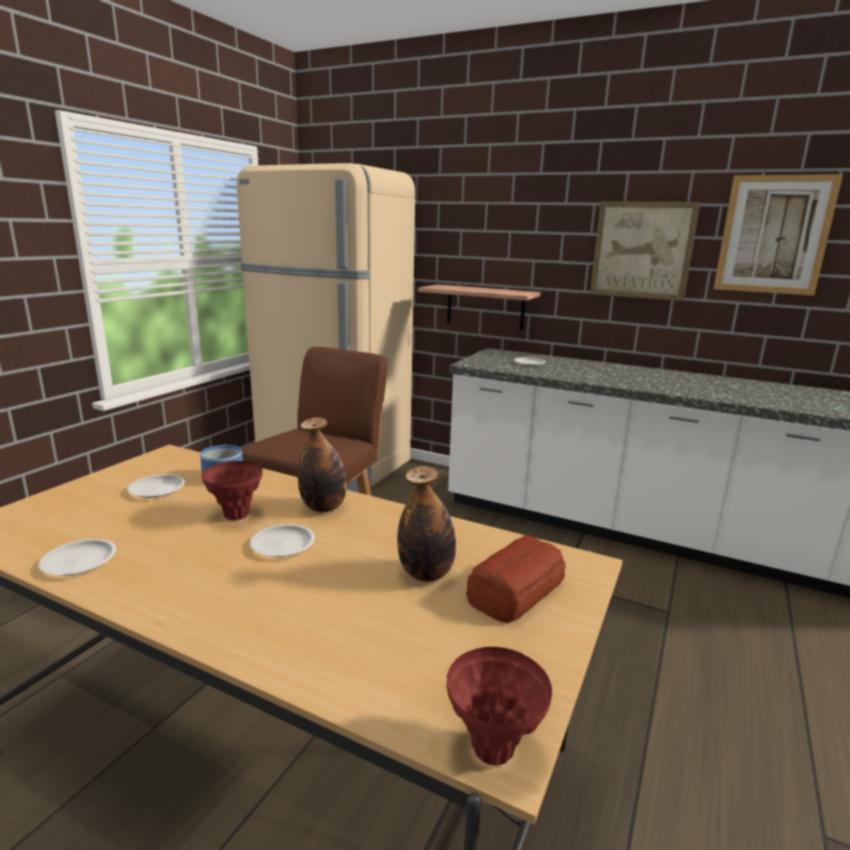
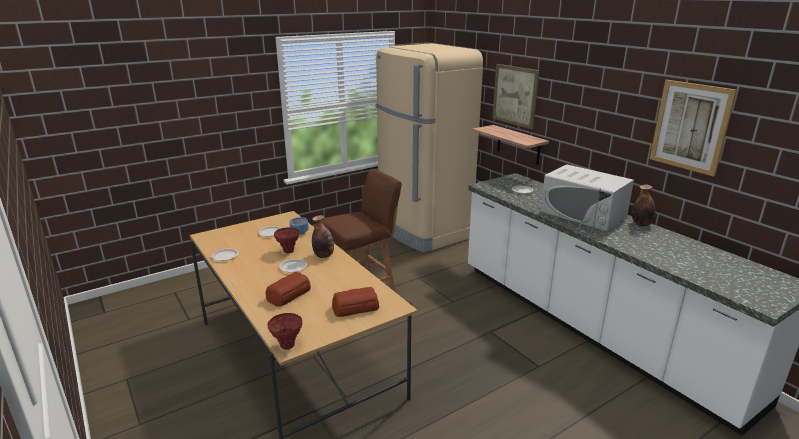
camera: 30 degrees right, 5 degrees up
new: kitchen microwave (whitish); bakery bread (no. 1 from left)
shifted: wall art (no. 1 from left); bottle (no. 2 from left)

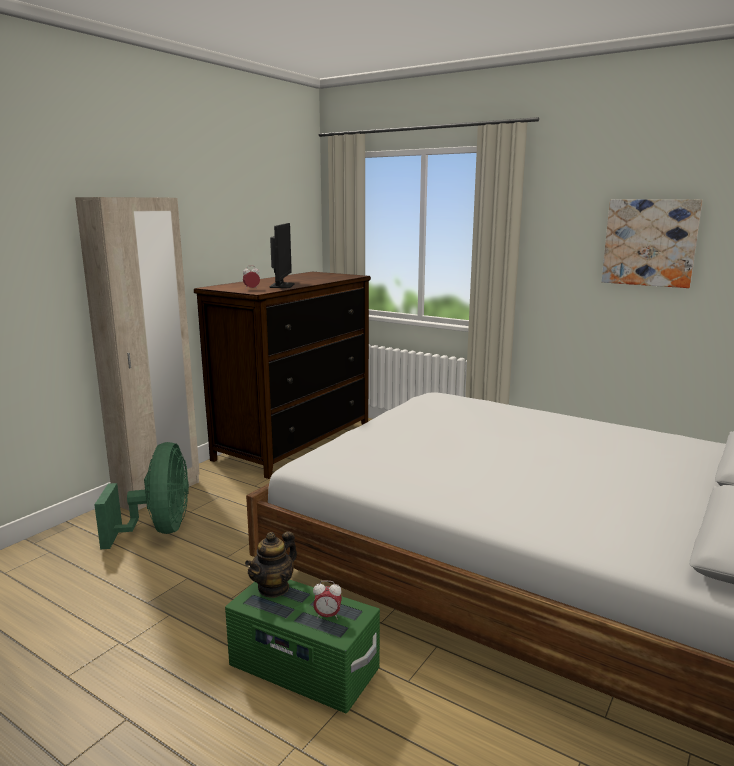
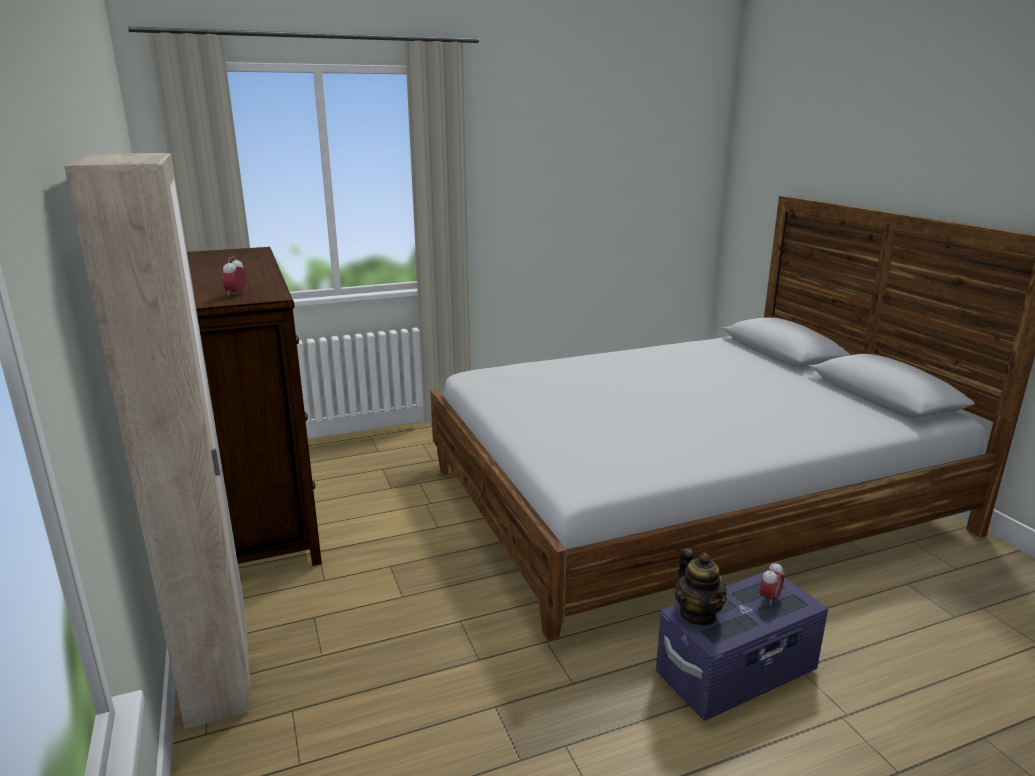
camera: 55 degrees left, 5 degrees up
gone: wall art; computer display; cooling fan (green-coloured)
repainted: storage bin (green-coloured) to storage bin (purple-coloured)

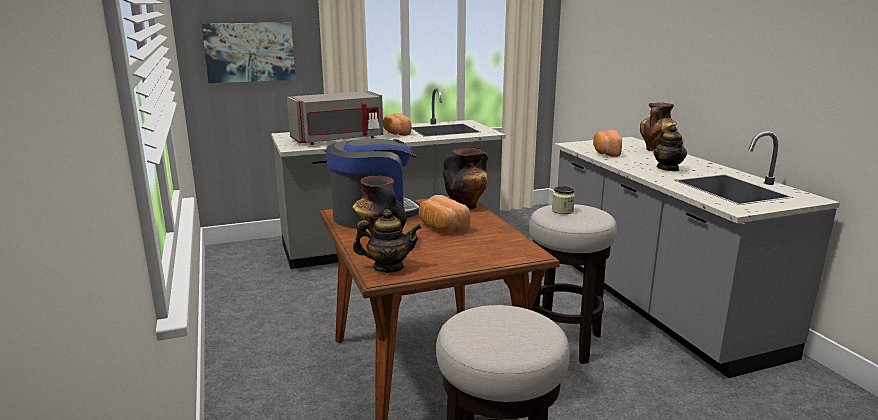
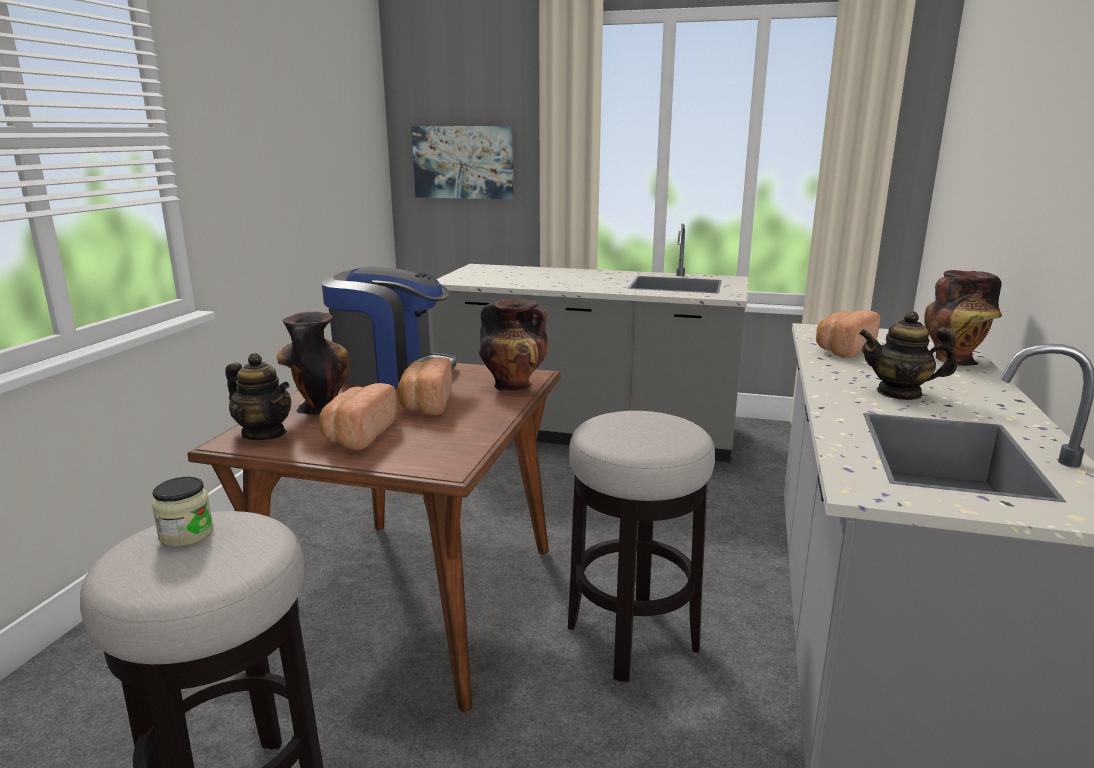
camera: 35 degrees right, 0 degrees up
gone: kitchen microwave (grey)
shifted: bakery bread (no. 1 from left); jar
rotated: teapot (no. 2 from left) 75 degrees clockwise

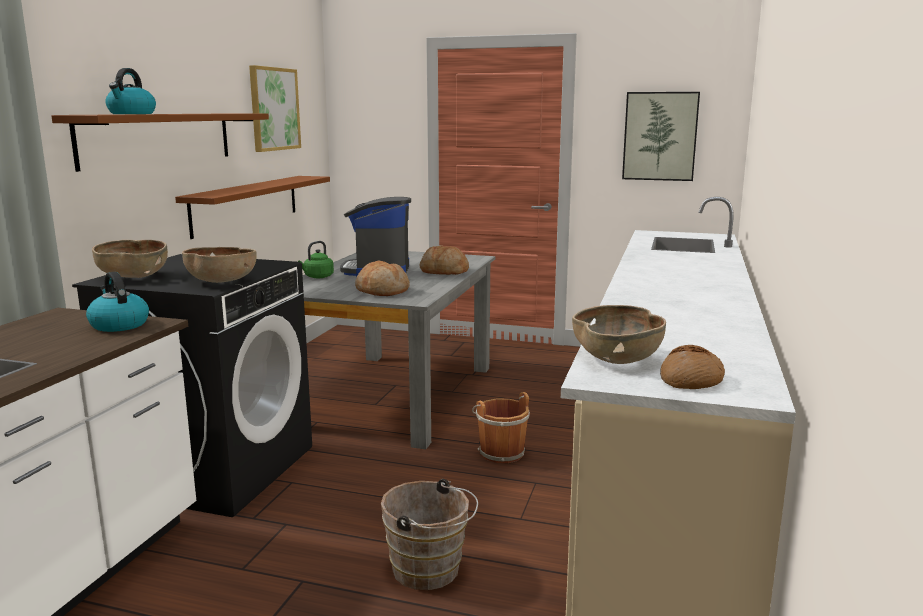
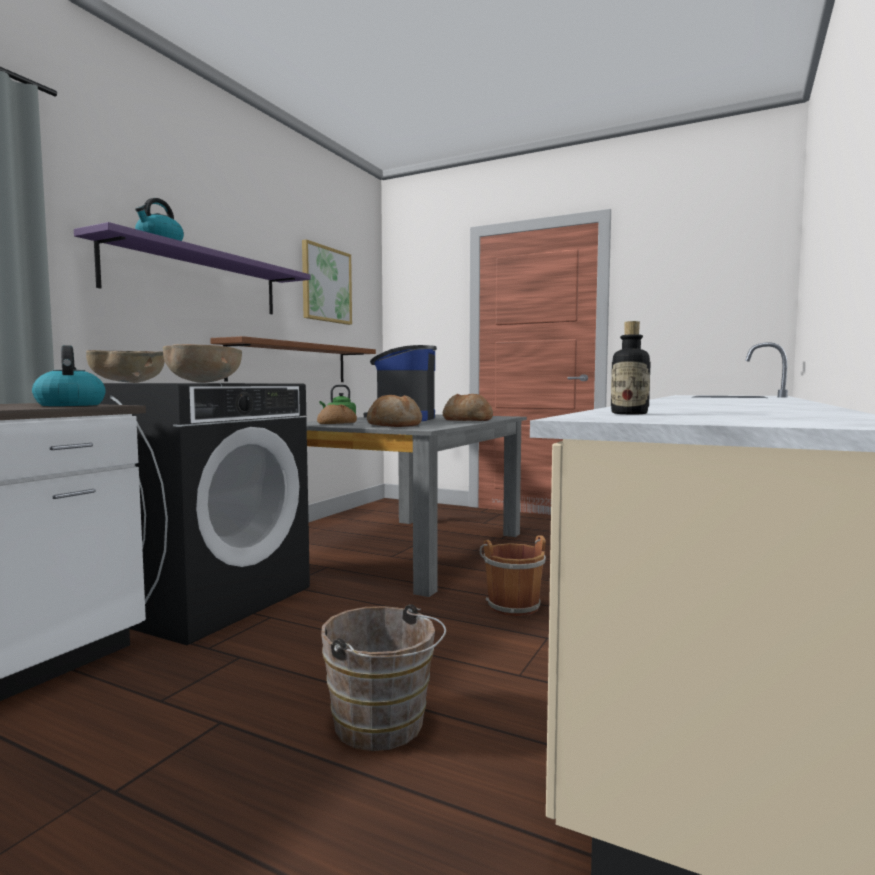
camera: 10 degrees right, 10 degrees down
gone: wall art (no. 2 from left)
shifted: bakery bread (no. 3 from left in the first image) to bakery bread (no. 1 from left)
swapped: deep dish (brownish) (no. 3 from left) to bottle
repainted: wall shelf (brownish) (no. 1 from left) to wall shelf (purple-coloured)

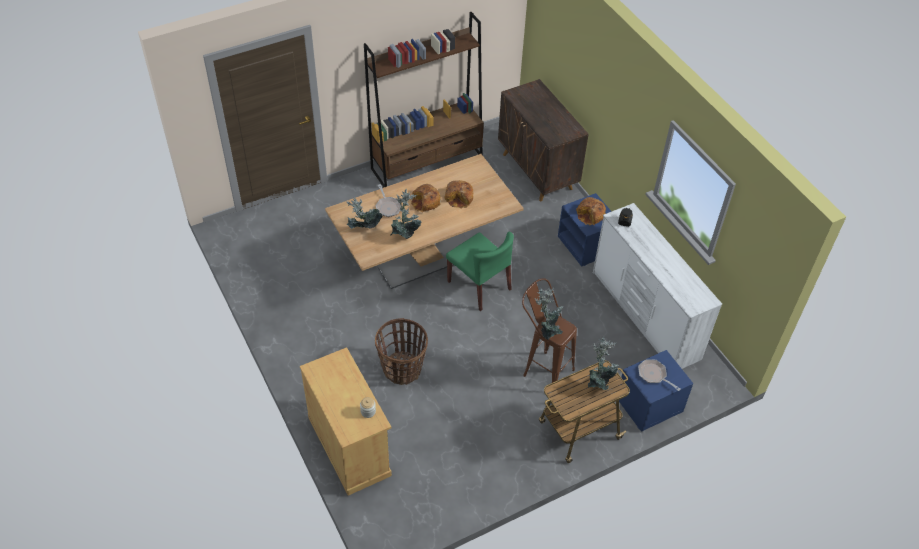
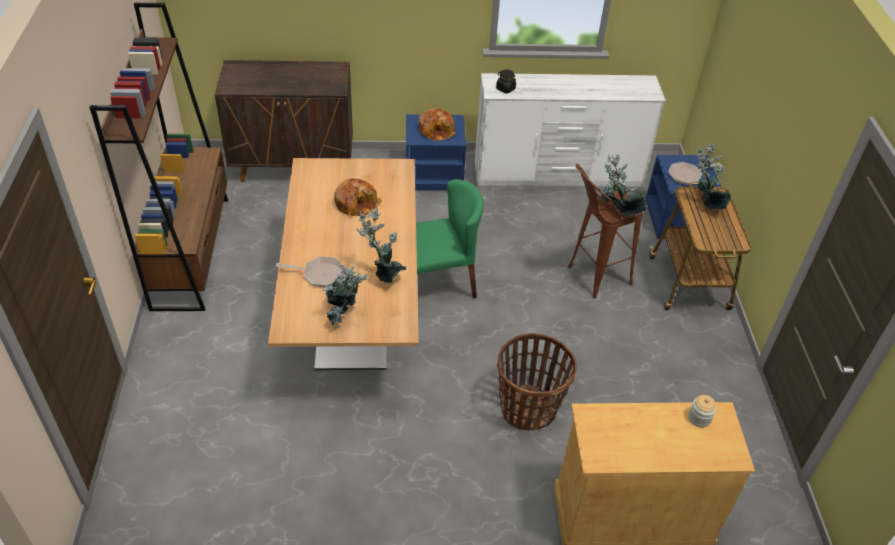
camera: 65 degrees left, 5 degrees down
gone: bakery bread (no. 1 from left)

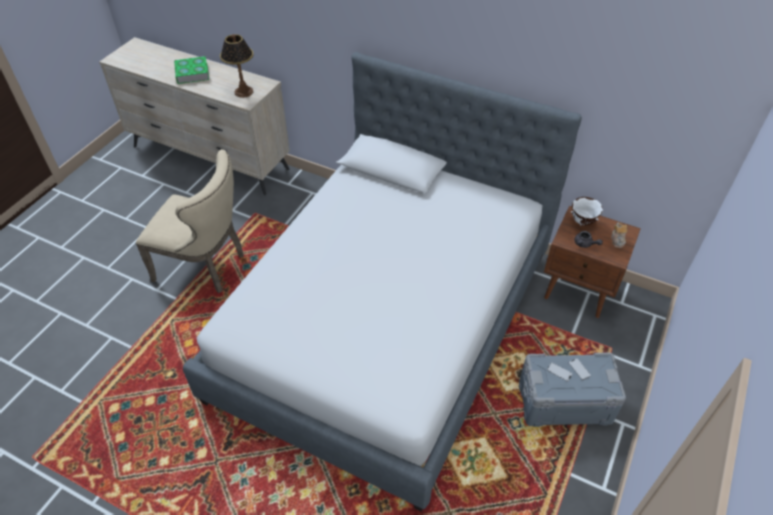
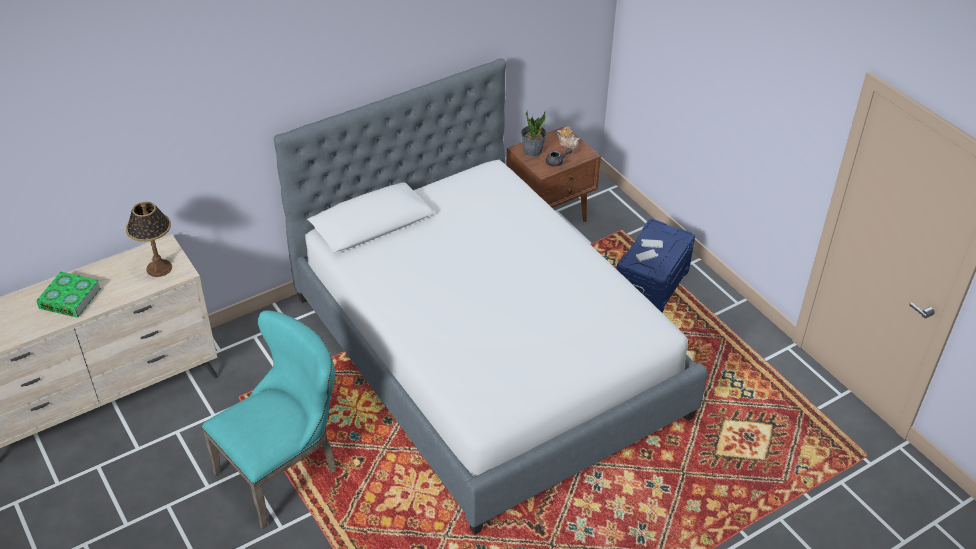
camera: 60 degrees left, 5 degrees down
swapped: deep dish (whitish) to potted plant
repainted: plain chair (beige) to plain chair (turquoise); storage bin (grey) to storage bin (bluish)

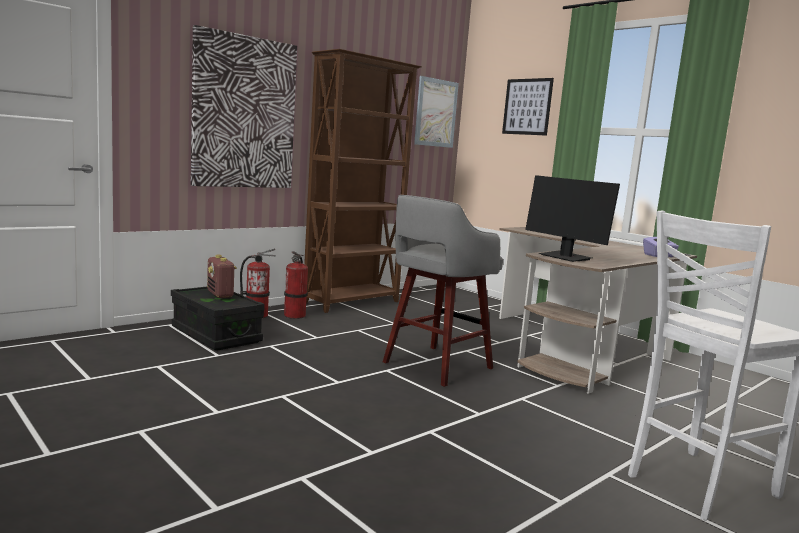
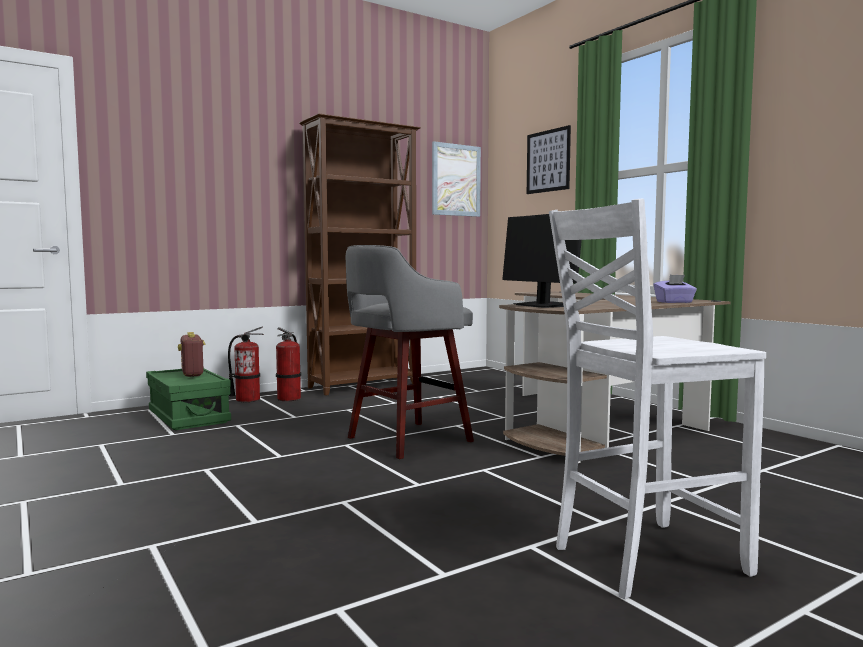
camera: 10 degrees right, 5 degrees down
gone: wall art (no. 1 from left)
repainted: storage bin (black) to storage bin (green-coloured)

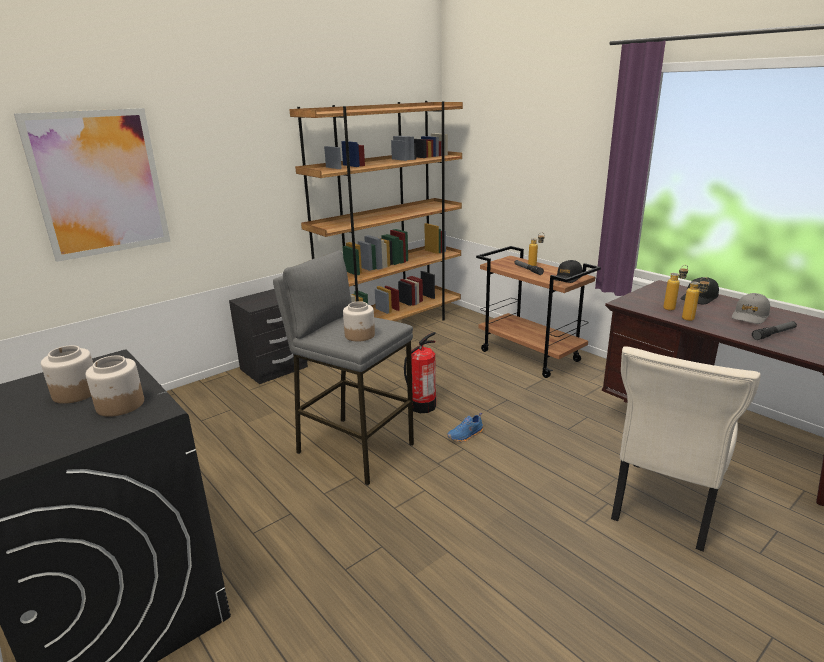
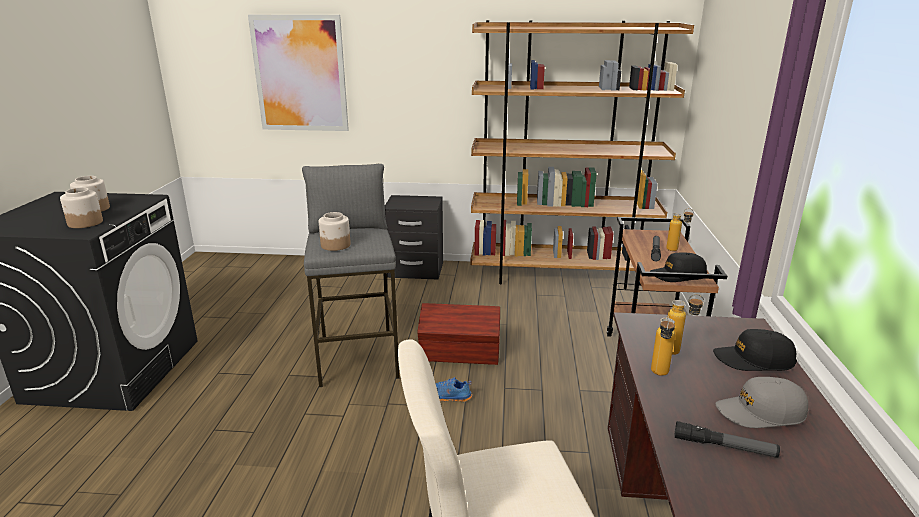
camera: 45 degrees right, 0 degrees up
swapped: fire extinguisher to storage bin (brownish)

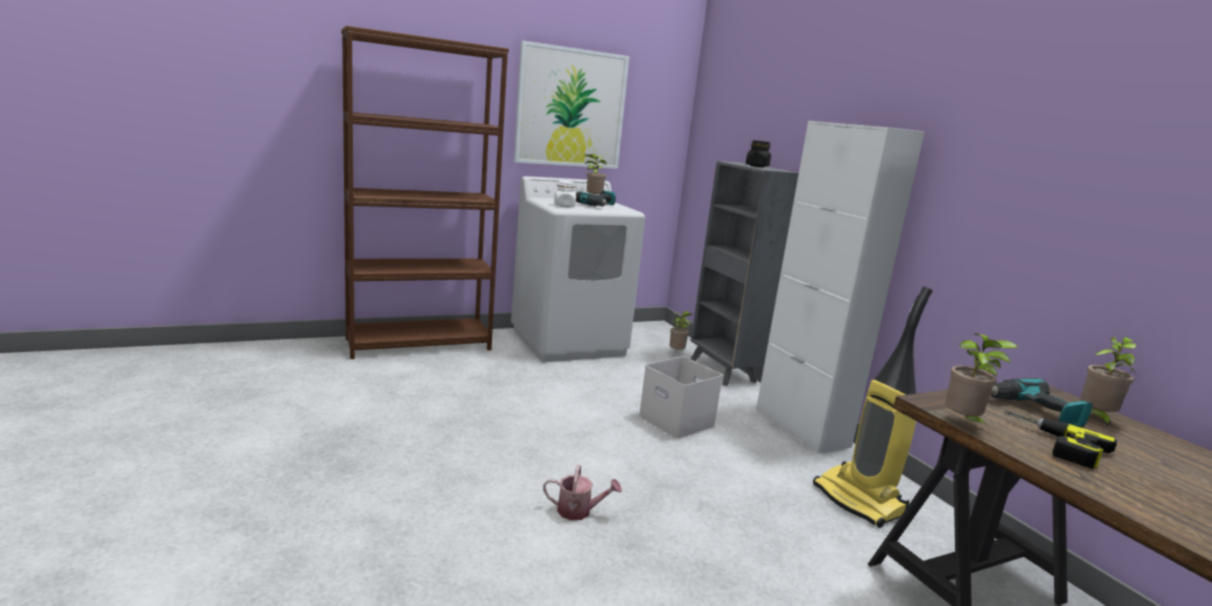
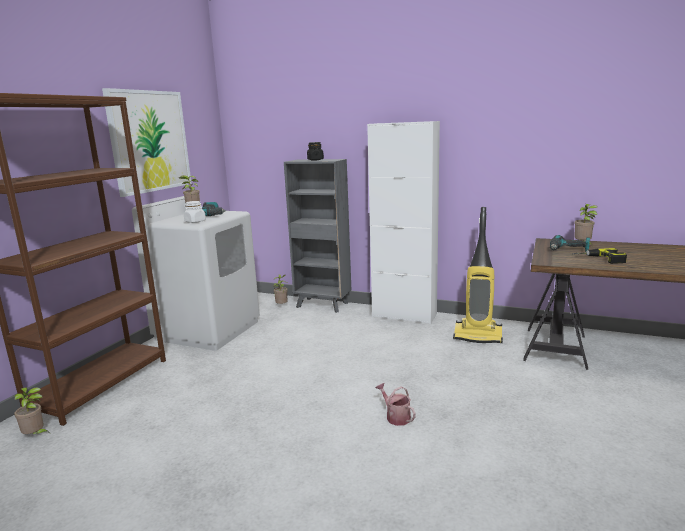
camera: 40 degrees left, 0 degrees up
gone: storage bin (whitish)
shifted: potted plant (no. 3 from left in the first image) to potted plant (no. 1 from left)
rotated: sprinkling can 90 degrees counterclockwise

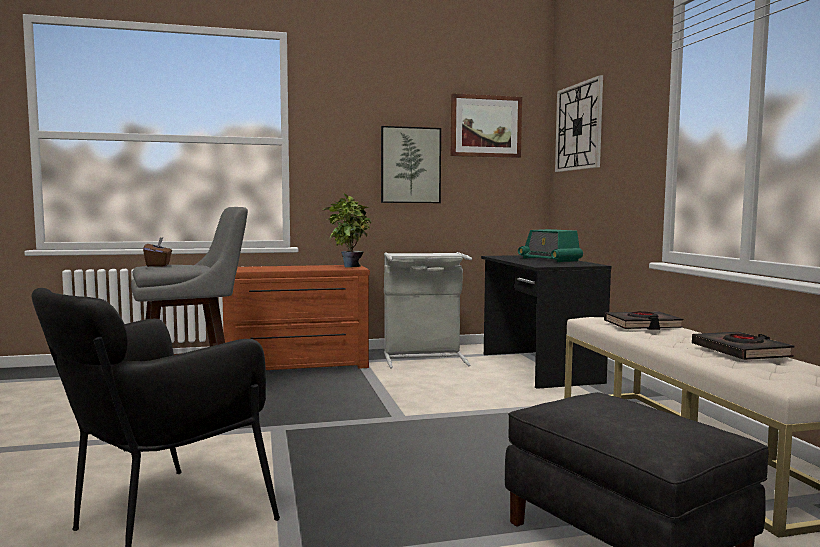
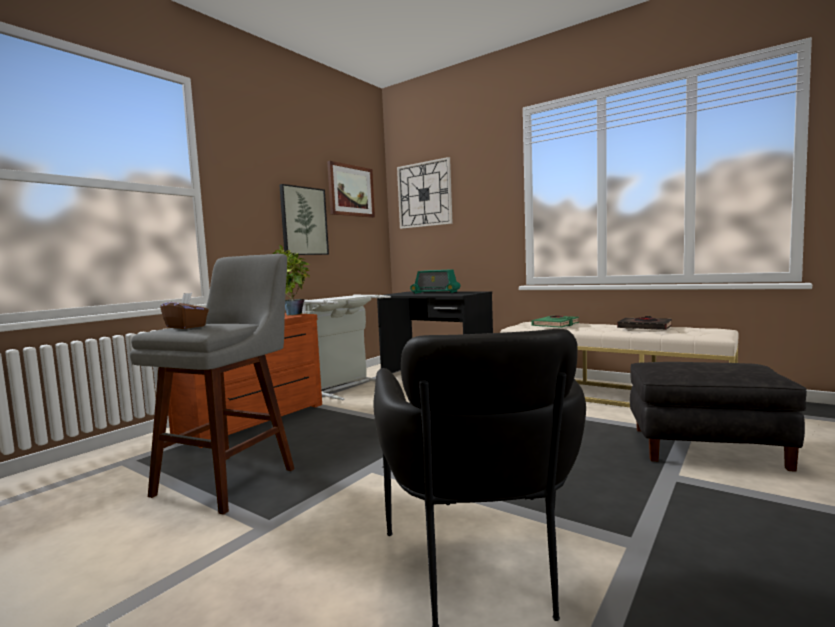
camera: 40 degrees left, 0 degrees up
repainted: volume (black) (no. 1 from left) to volume (green-coloured)

